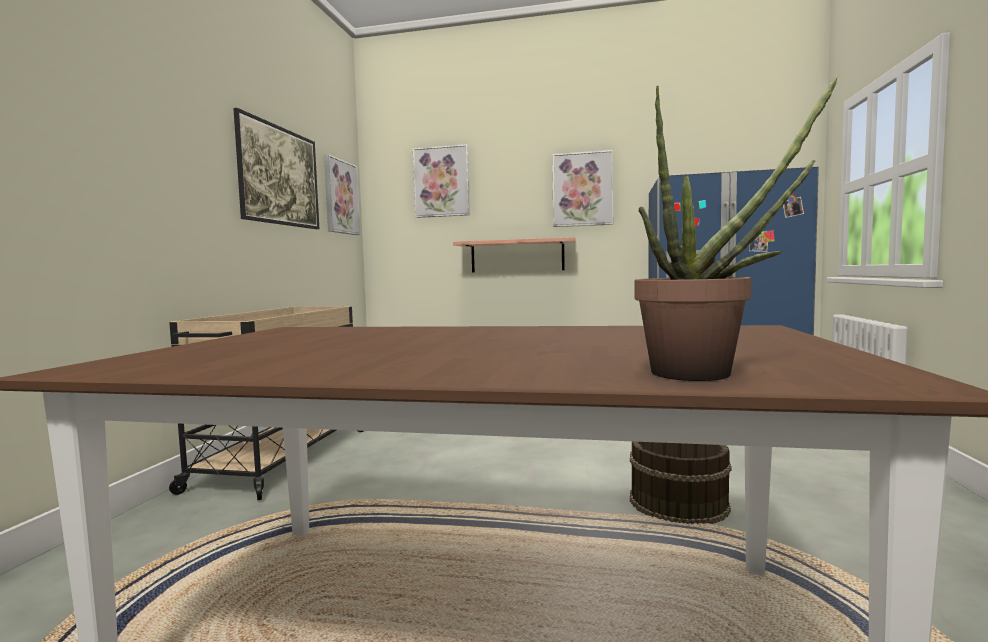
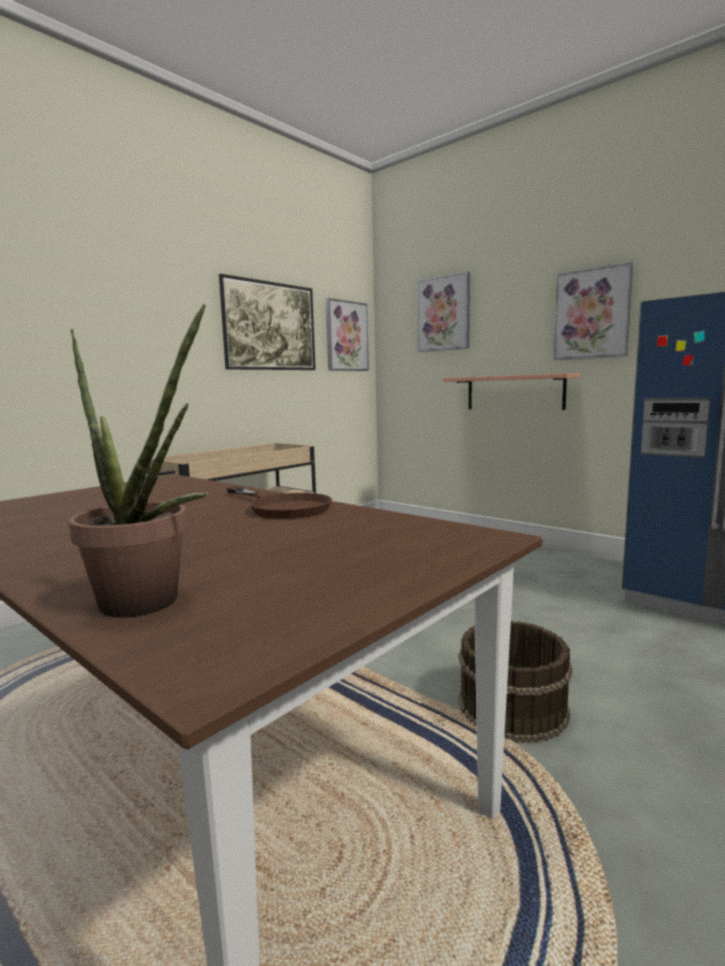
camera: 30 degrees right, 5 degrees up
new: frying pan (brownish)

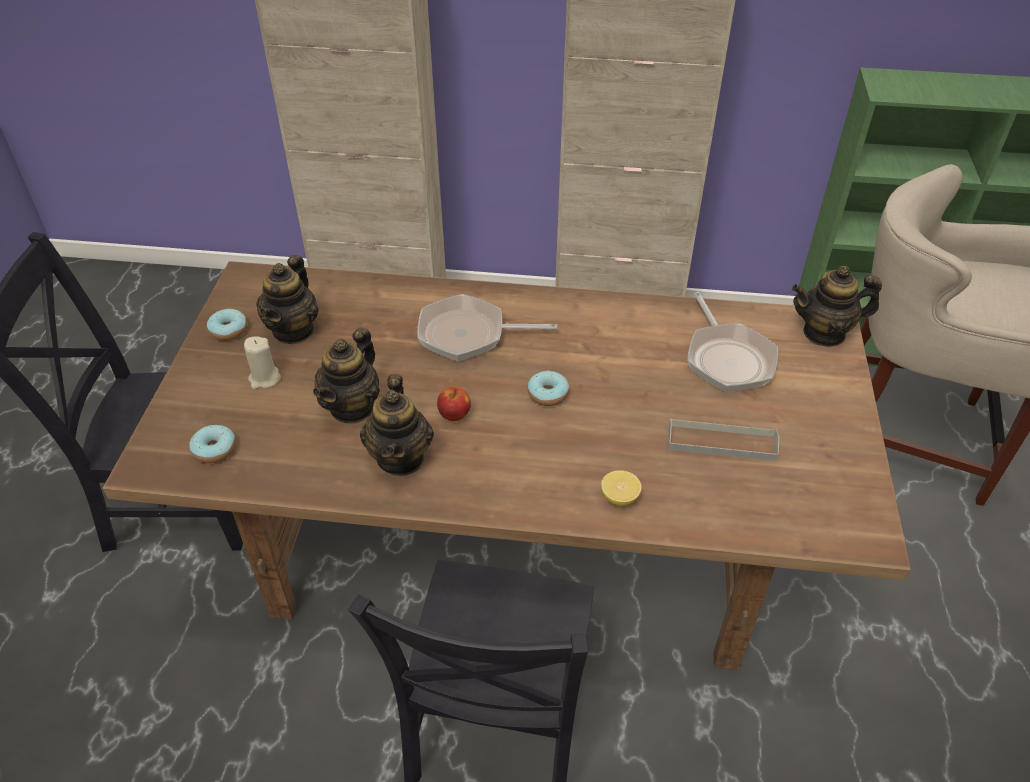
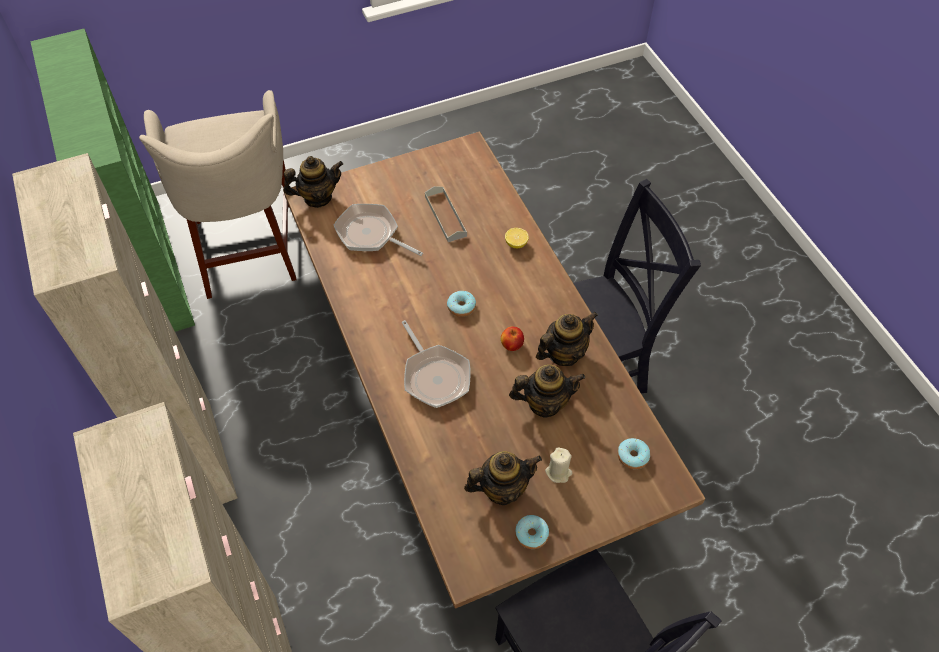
camera: 120 degrees left, 10 degrees up
rotated: teapot (no. 4 from left in the first image) 75 degrees counterclockwise; frying pan (no. 2 from left in the first image) 105 degrees counterclockwise

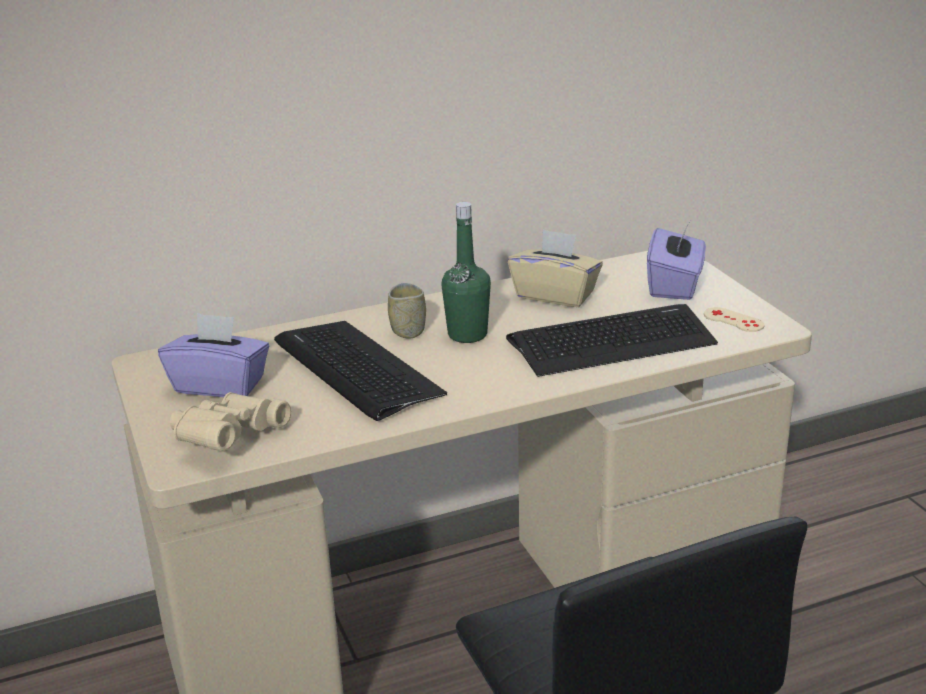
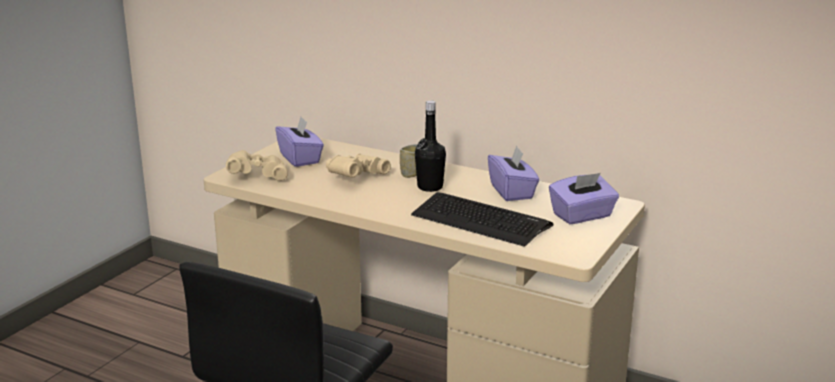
camera: 50 degrees right, 5 degrees down
gone: gamepad (beige)
swapped: PC keyboard (no. 1 from left) to pair of binoculars (beige) (no. 2 from left)
repainted: bottle (green-coloured) to bottle (black); tissue holder (beige) to tissue holder (purple-coloured) (no. 2 from left)

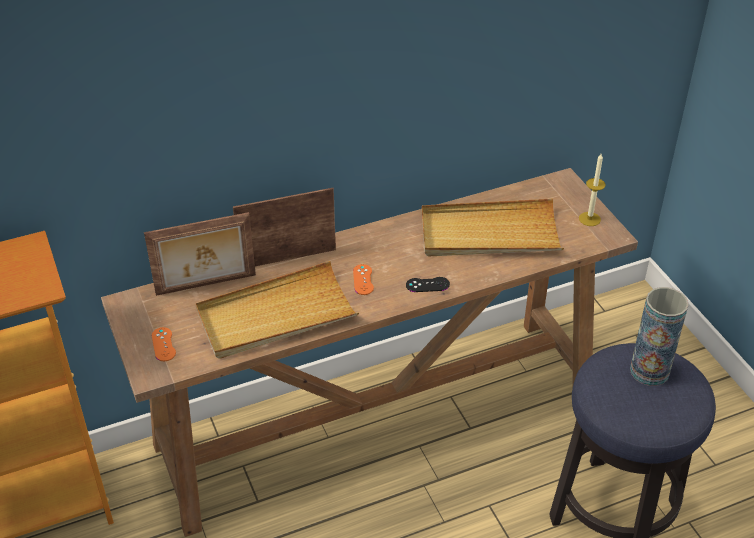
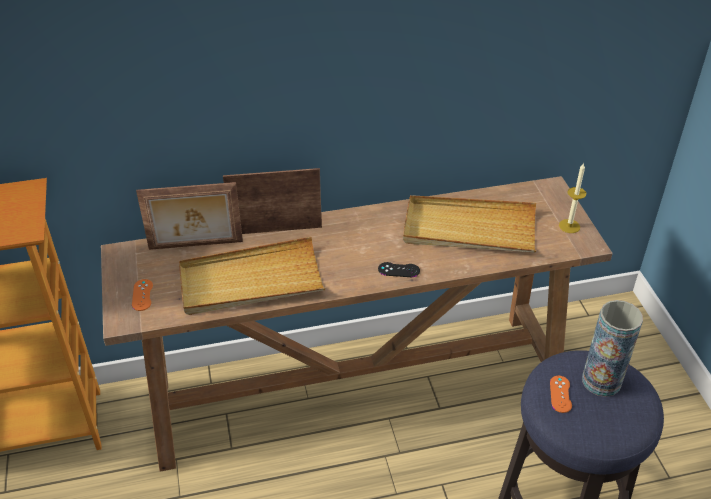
camera: 10 degrees right, 0 degrees up
shifted: gamepad (orange) (no. 2 from left)

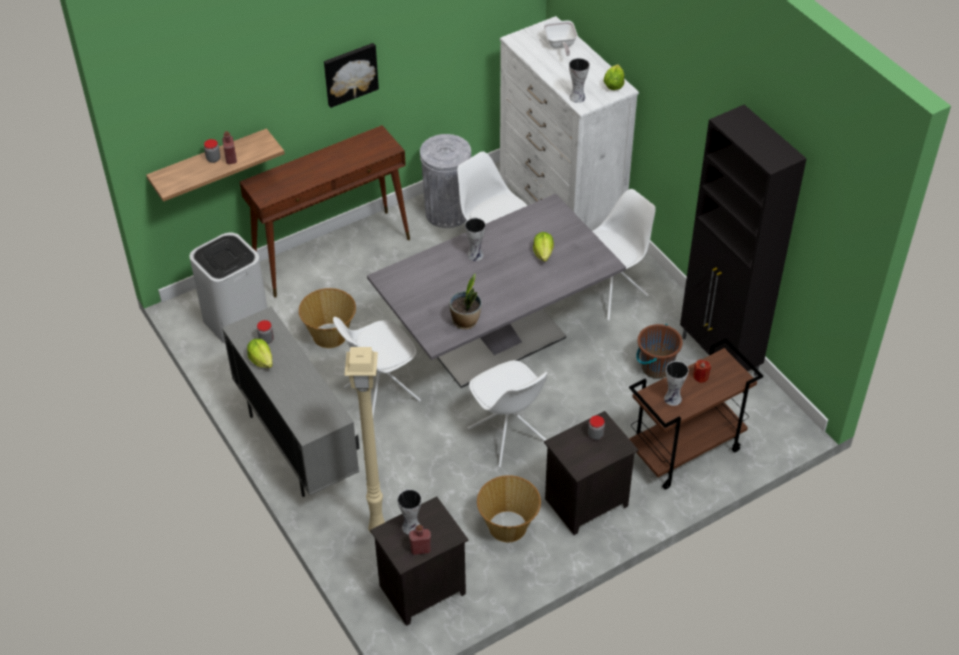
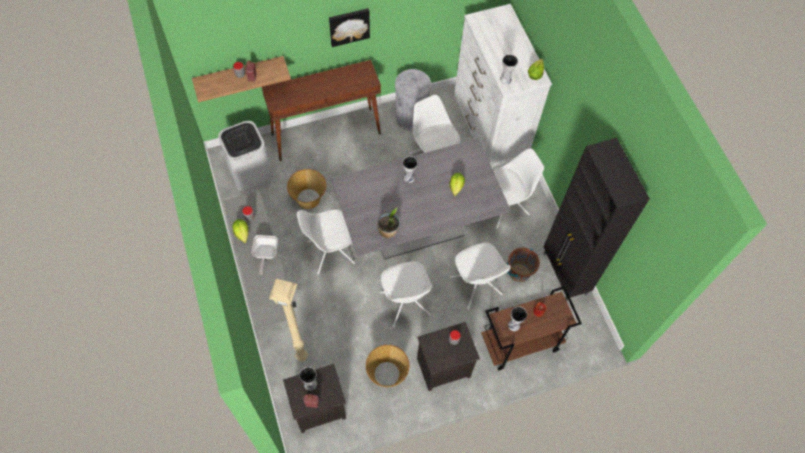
camera: 10 degrees right, 15 degrees up
new: plain chair (whitish) (no. 4 from left)
shifted: frying pan

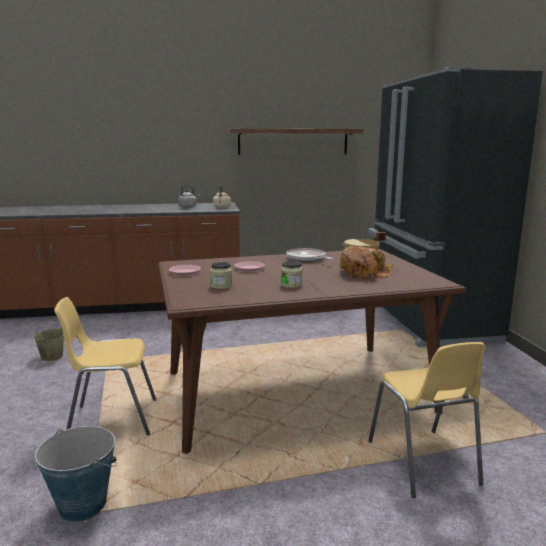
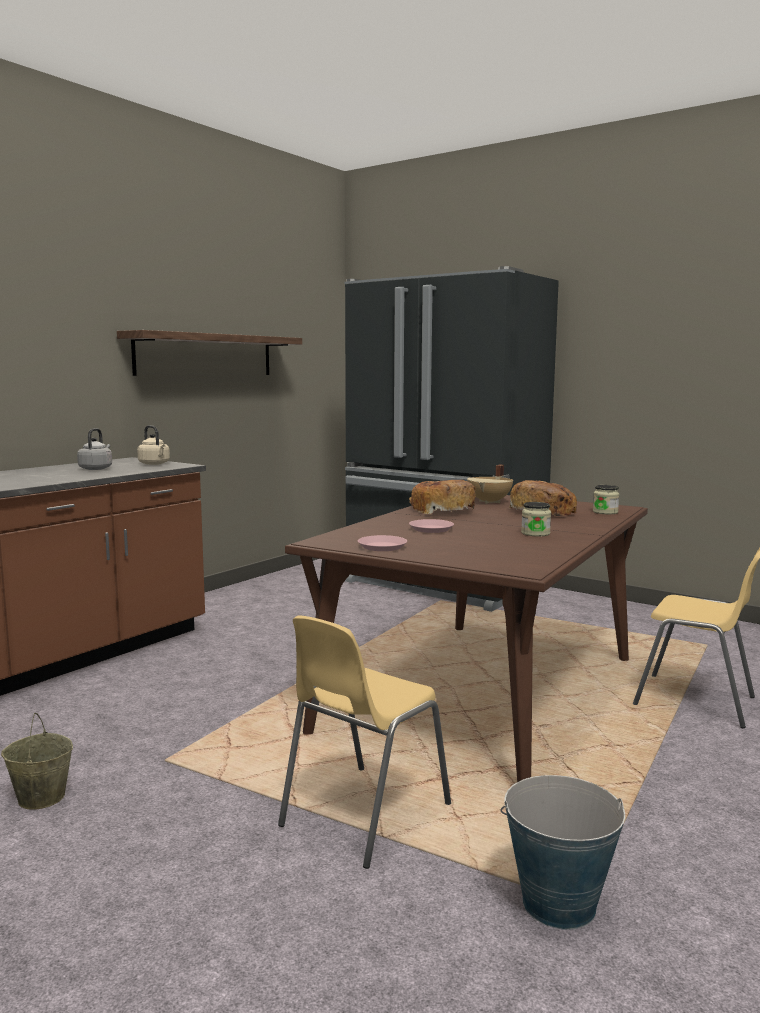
camera: 45 degrees left, 5 degrees down
shifted: jar (no. 1 from left in the first image) to jar (no. 2 from left)
swapped: frying pan to bakery bread (no. 1 from left)

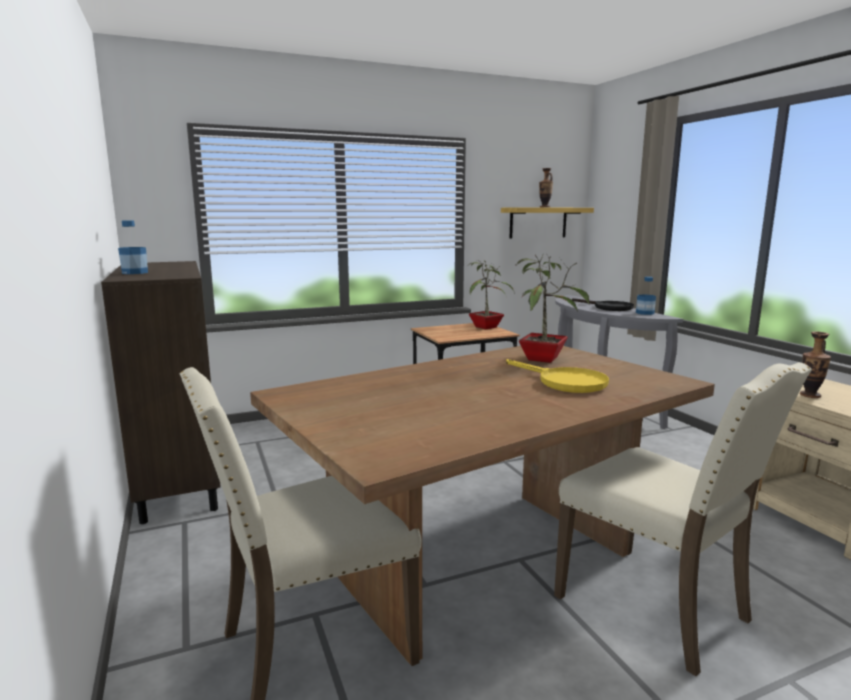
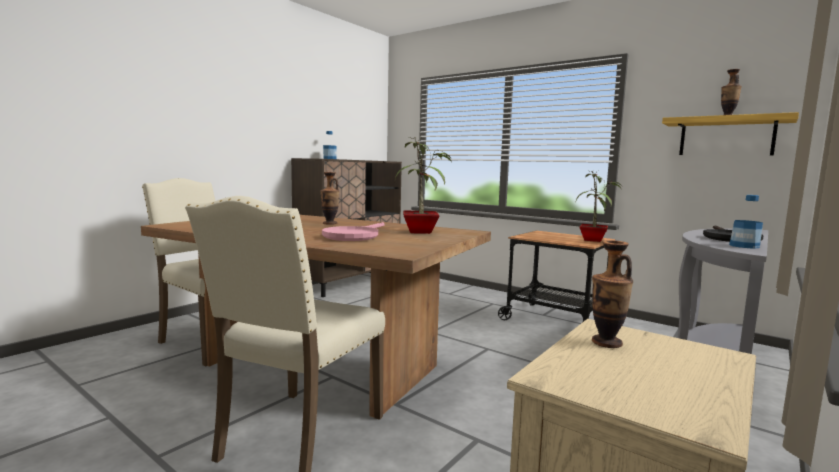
camera: 60 degrees right, 5 degrees down
new: decorative vase (no. 1 from left)
repainted: frying pan (yellowish) to frying pan (pink-coloured)

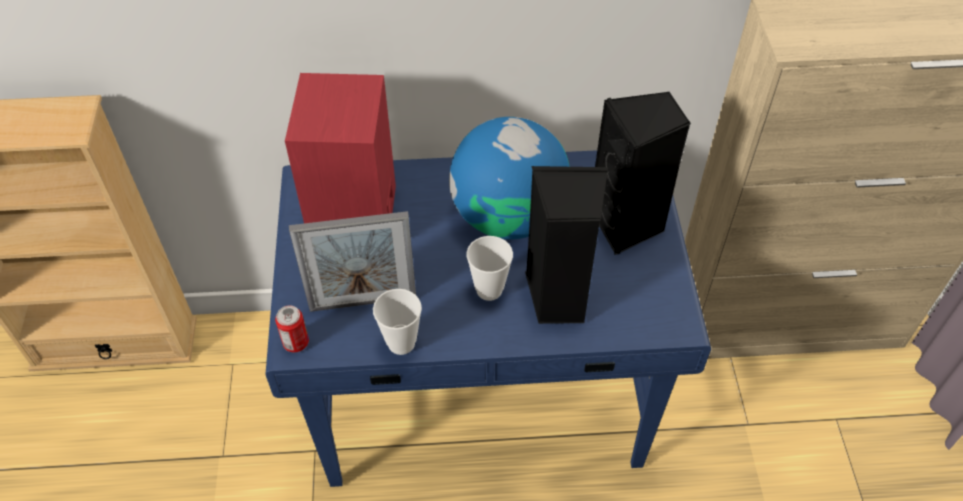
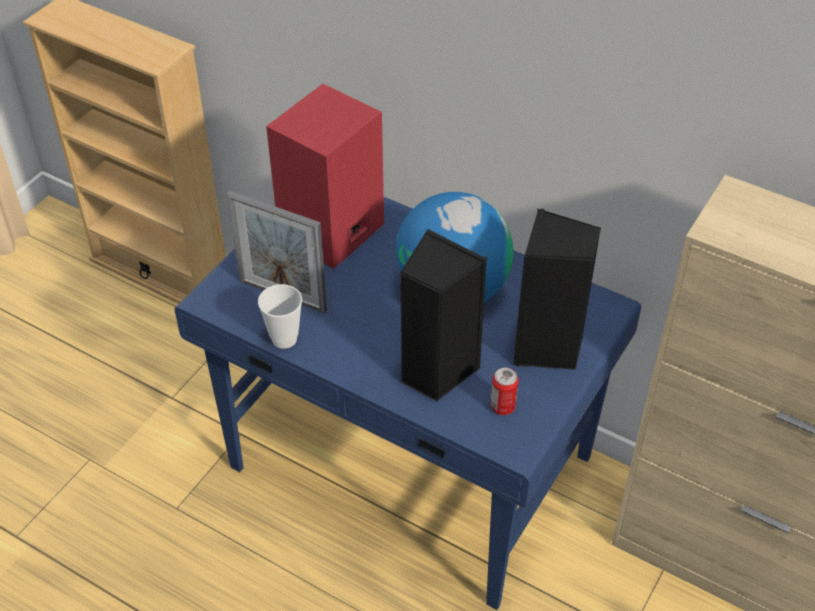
camera: 35 degrees right, 5 degrees down
gone: drinking cup (no. 2 from left)
shifted: sealed can

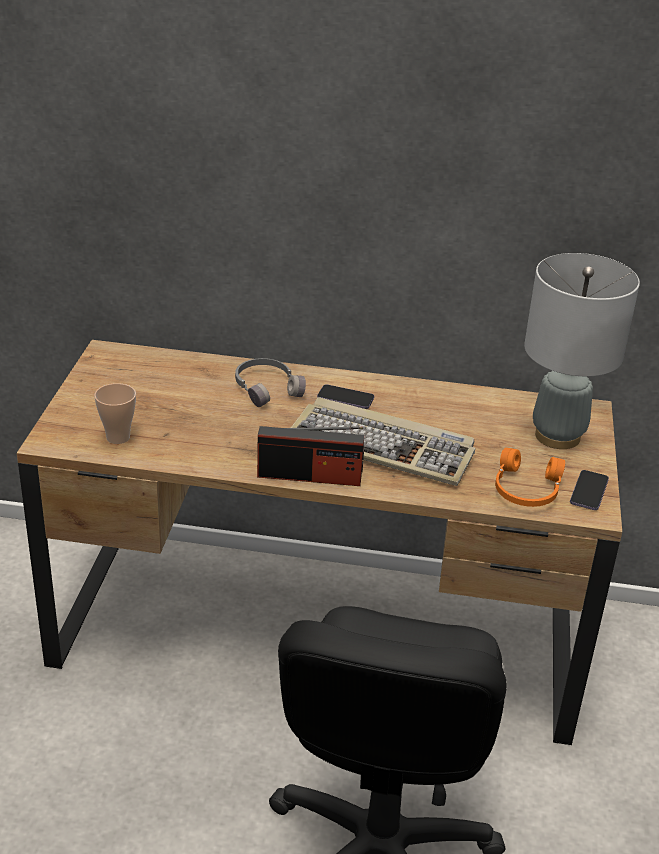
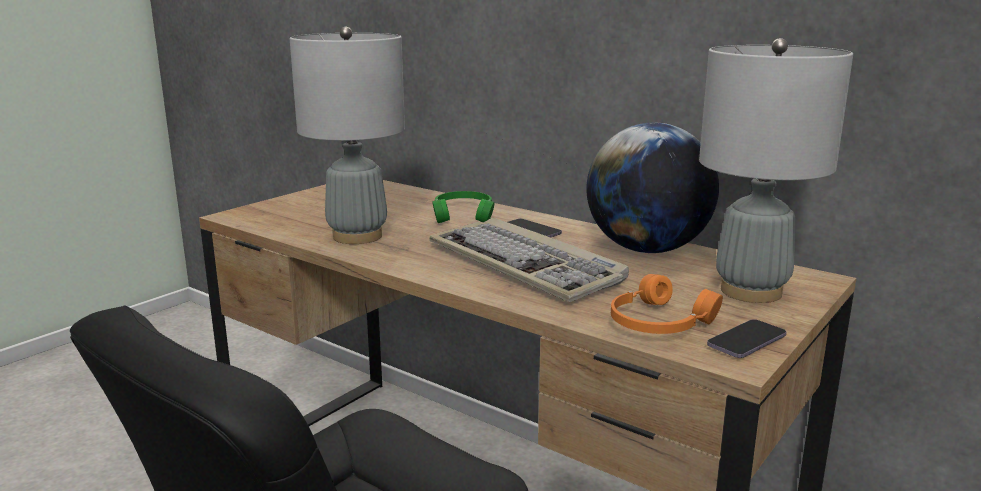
camera: 30 degrees right, 15 degrees down
gone: drinking cup; radio receiver
new: table lamp (grey) (no. 1 from left); desk globe
repainted: headset (grey) to headset (green-coloured)

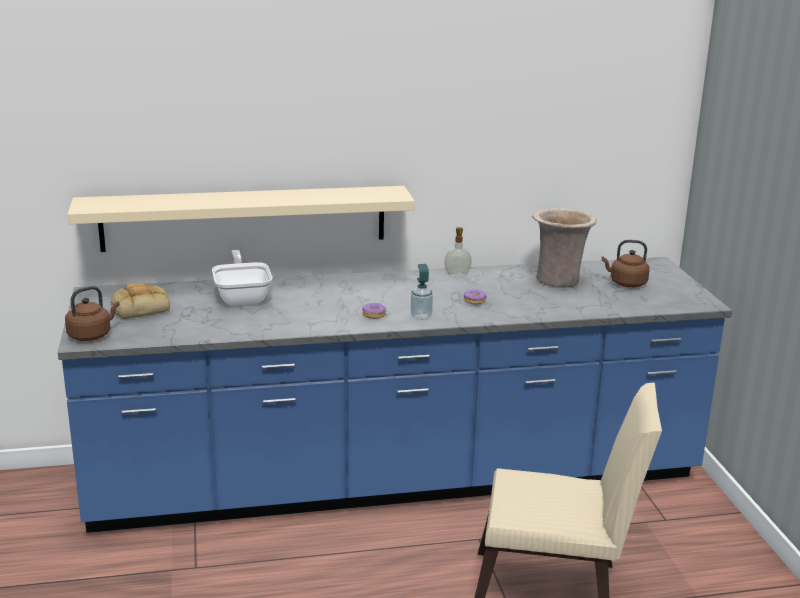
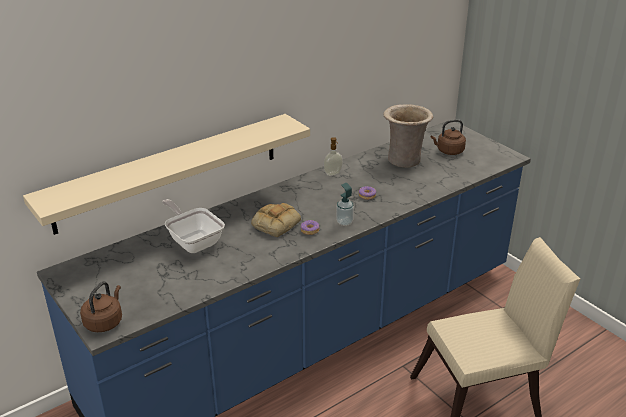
camera: 25 degrees left, 10 degrees up
shifted: bakery bread

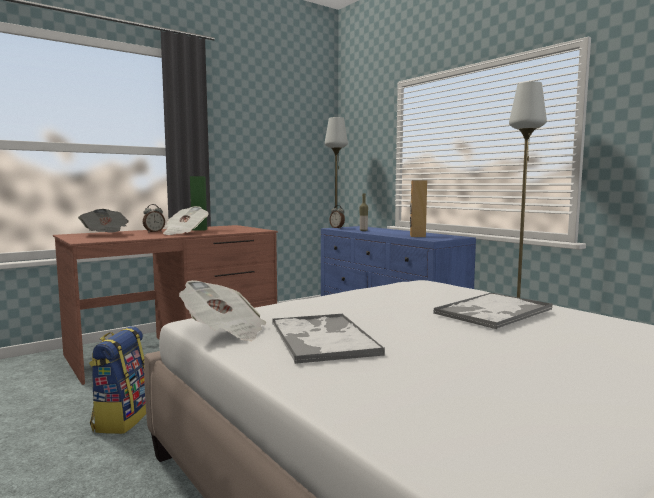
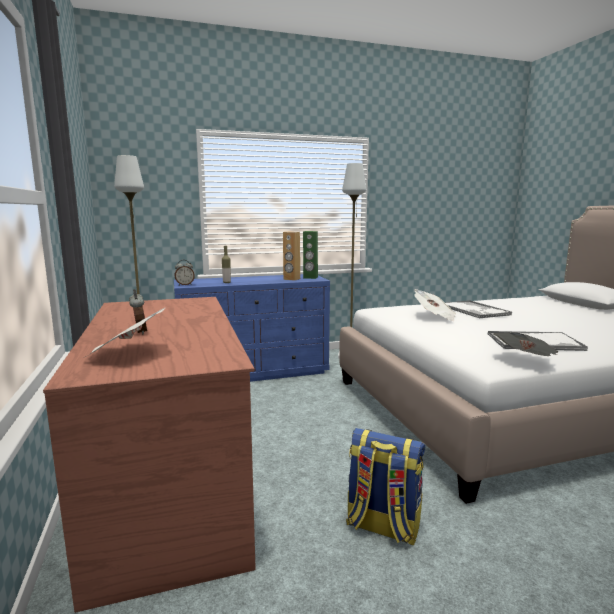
camera: 70 degrees left, 5 degrees up
shifted: loudspeaker (green-coloured); daily paper (no. 2 from left)

